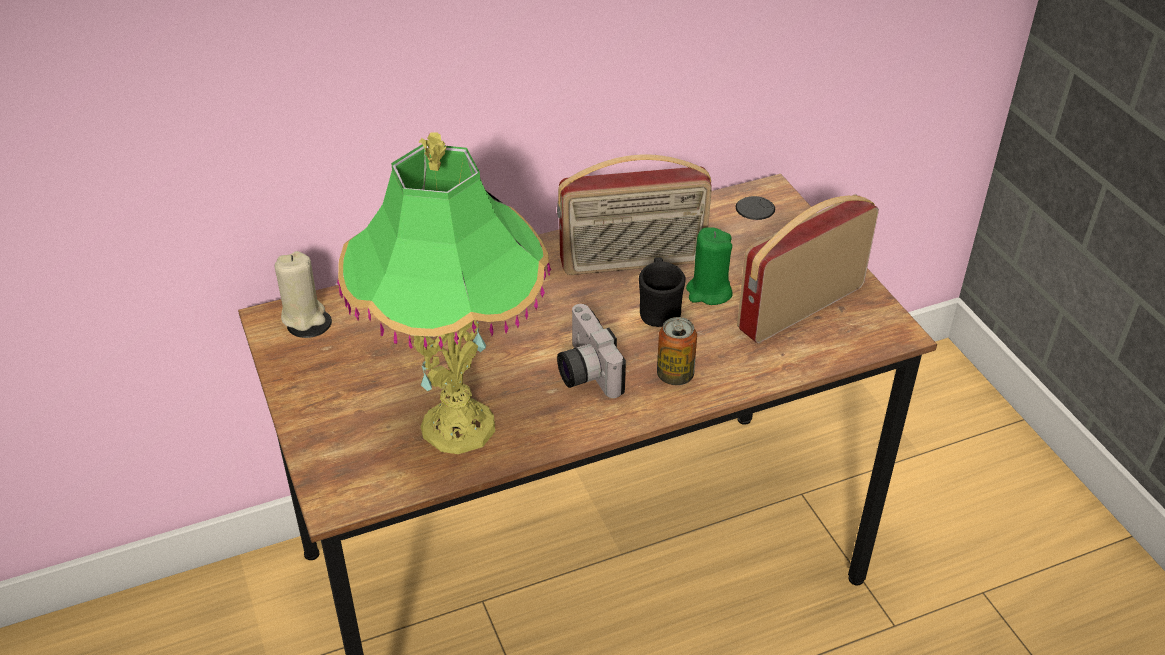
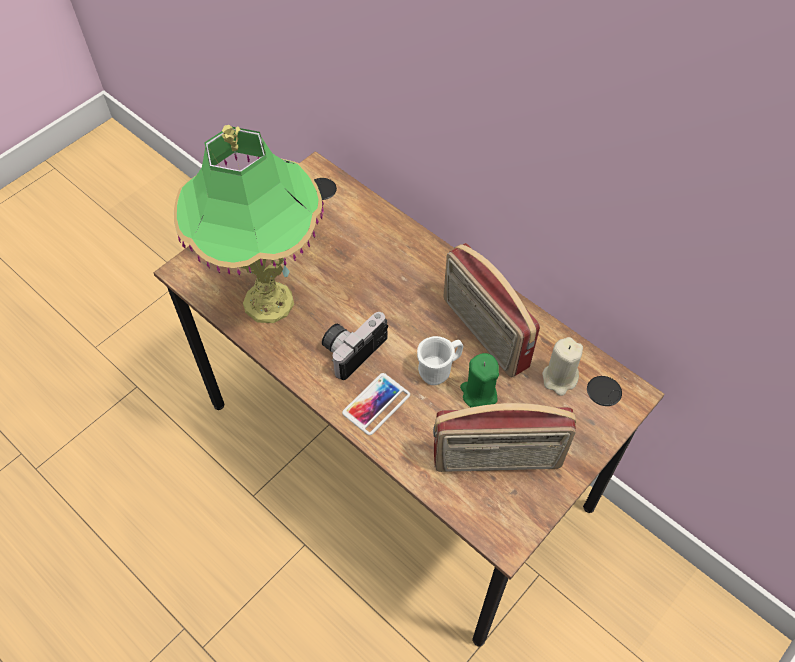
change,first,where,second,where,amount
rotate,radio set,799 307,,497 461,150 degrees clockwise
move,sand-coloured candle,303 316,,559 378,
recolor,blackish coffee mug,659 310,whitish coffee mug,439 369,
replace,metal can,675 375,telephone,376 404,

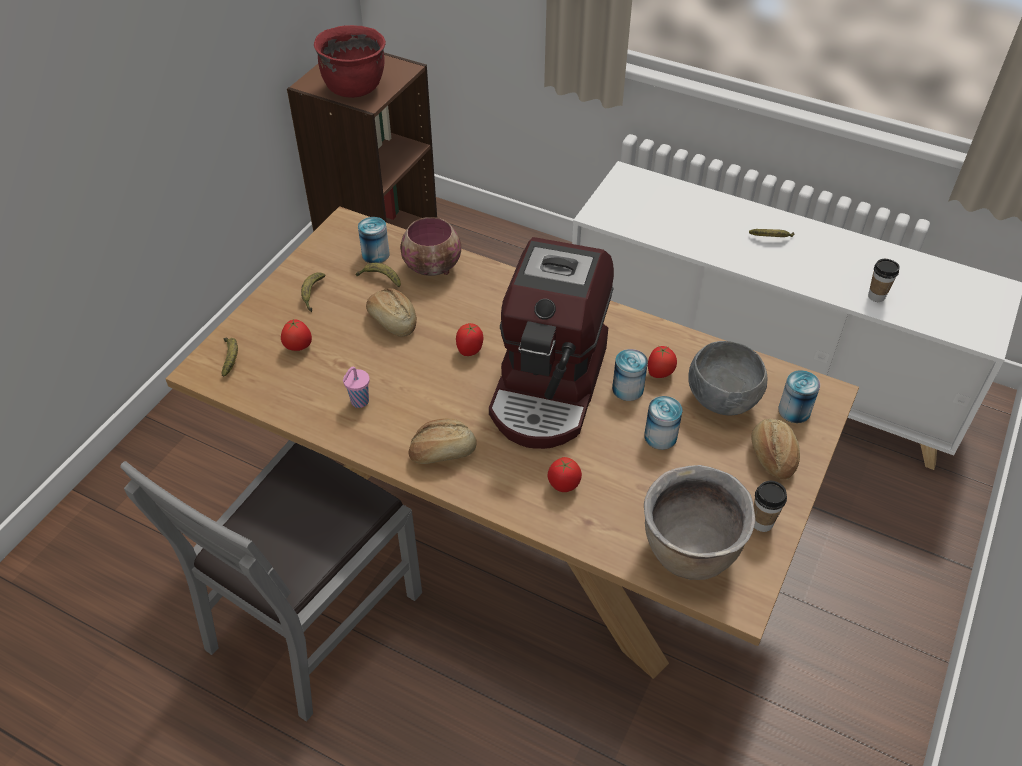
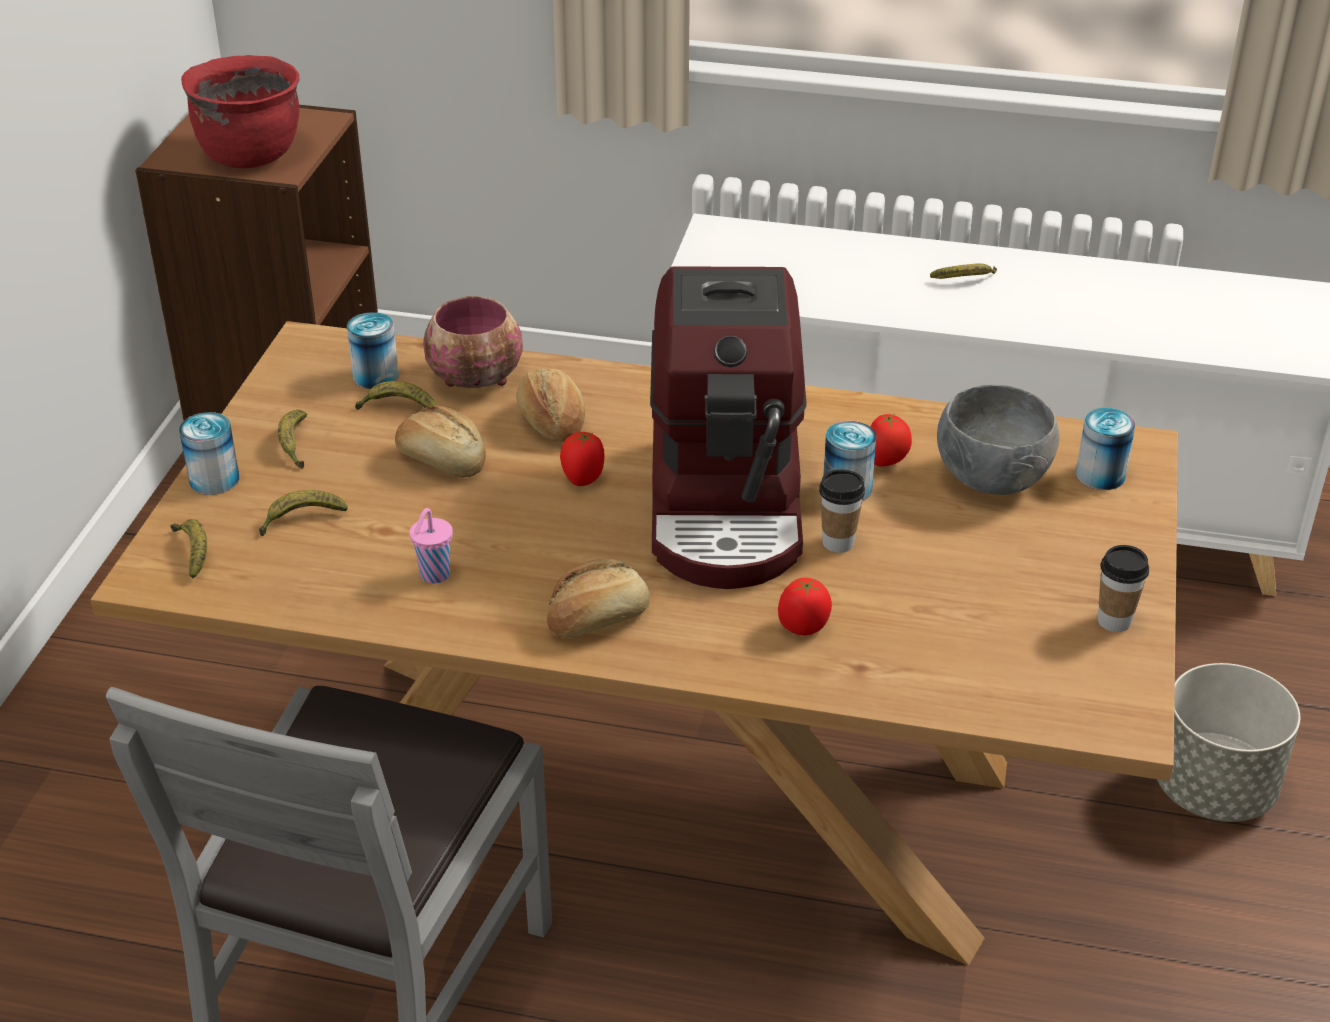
change,first,where,second,where,amount
move,cup,876 296,,838 543,
replace,fresh tomato,298 347,banana,301 519,
move,metal can,660 436,,214 479,
move,baked bread,771 456,,551 422,
delete,brownish saucepot,689 553,,,
insert,,,greyish planter,1214 790,

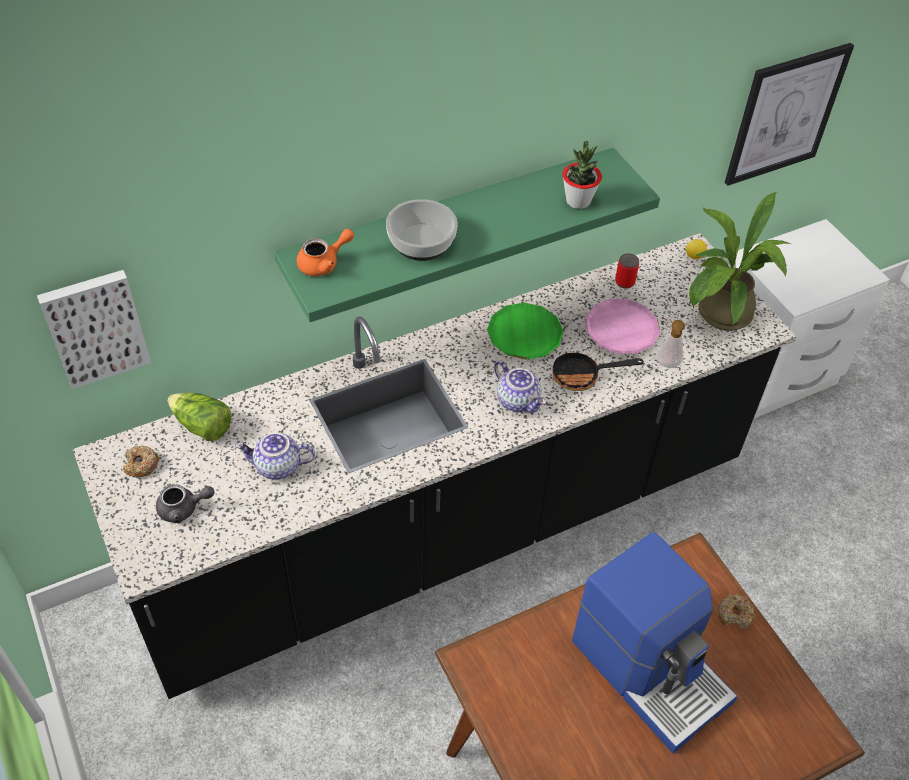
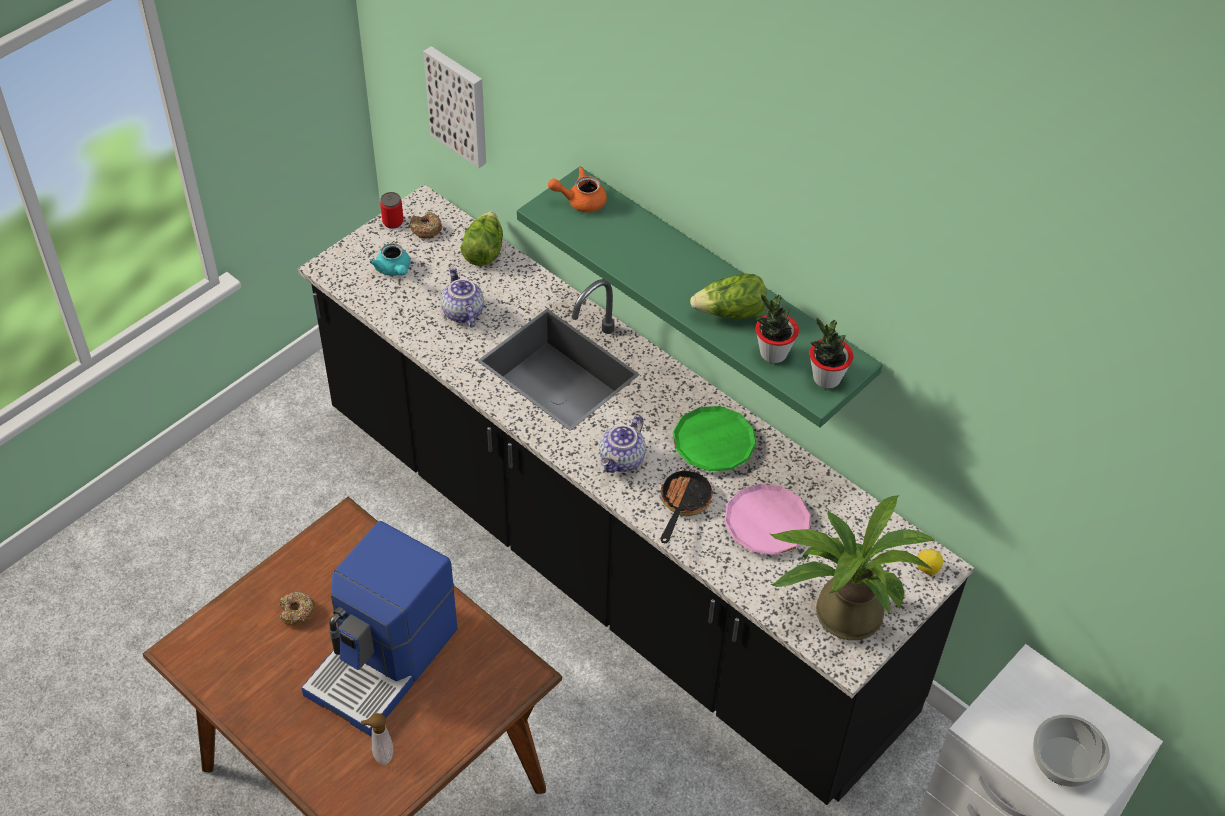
change,first,where,second,where,amount
delete,wall picture,785 114,,,
move,bowl,421 243,,1064 761,
rotate,orangey teapot,324 263,,580 201,135 degrees clockwise
move,metal can,624 282,,393 222,
move,liquid soap bottle,667 365,,381 755,
rotate,frying pan,583 376,,682 504,45 degrees clockwise
recolor,greyish teapot,183 509,blue-green teapot,394 270,
move,donut,734 614,,297 612,
insert,,,lettuce,731 313,
insert,,,houseplant,826 378,

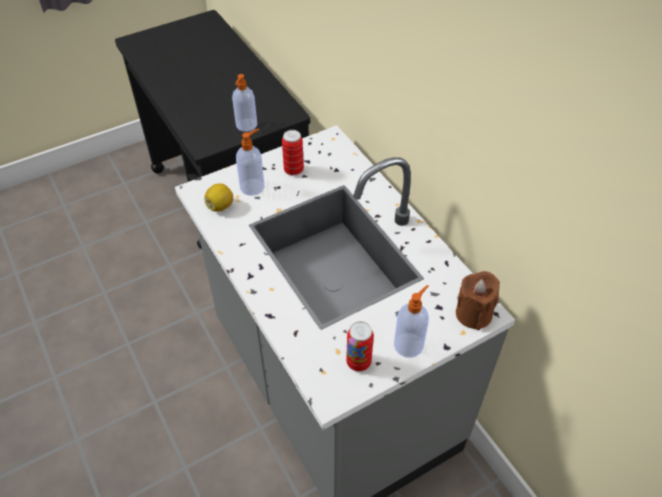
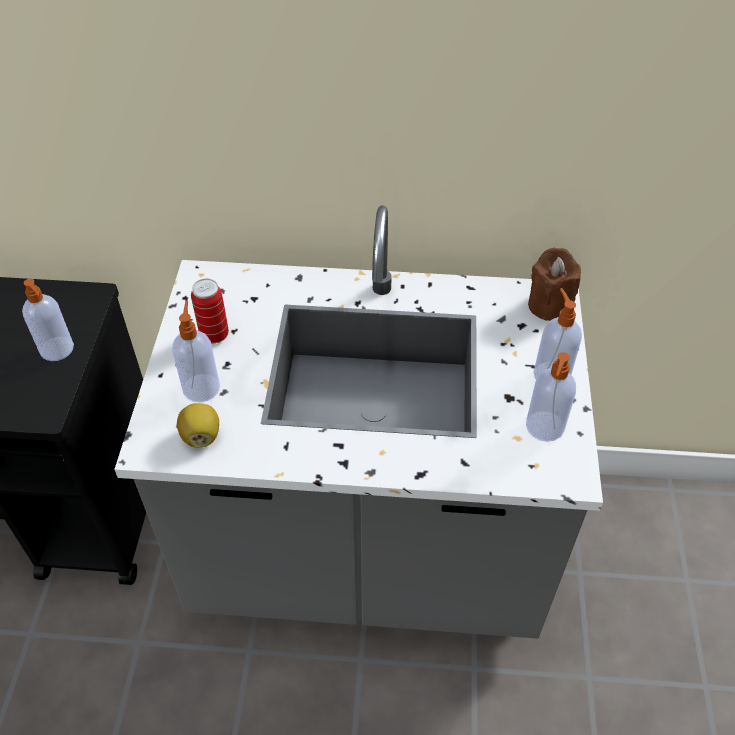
change,first,where,second,where,amount
replace,metal can,358 362,liquid soap bottle,544 427,

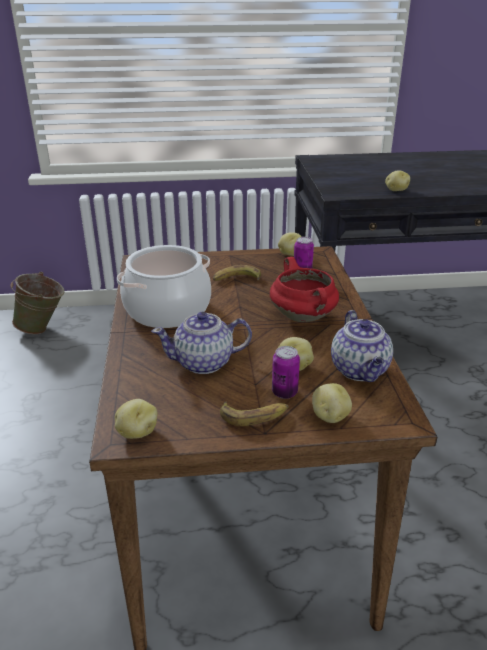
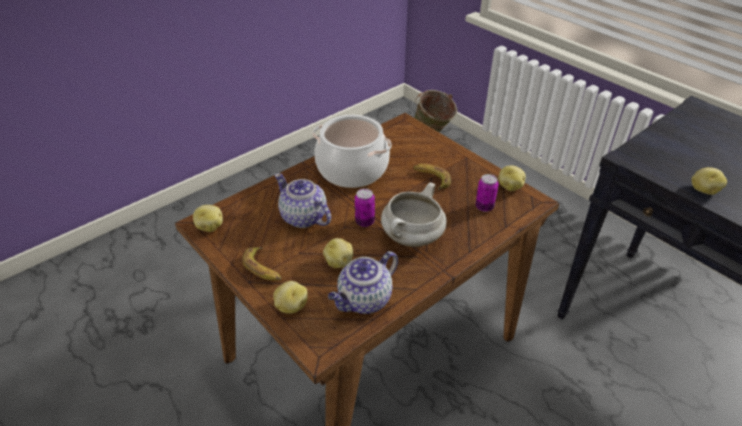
change,first,where,second,where,amount
recolor,red-coloured saucepot,304 317,whitish saucepot,412 238,
move,metal can,284 392,,364 222,

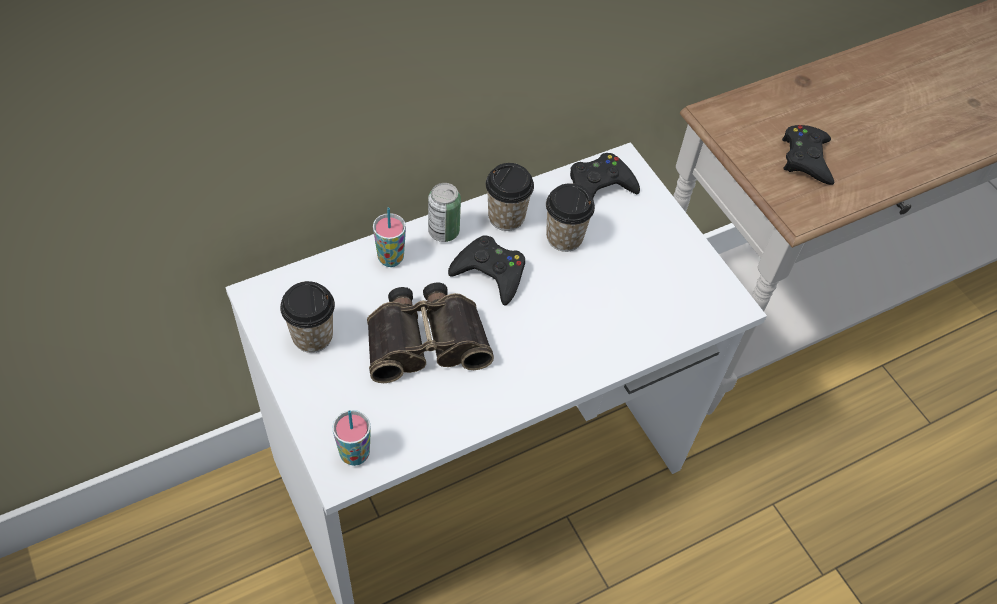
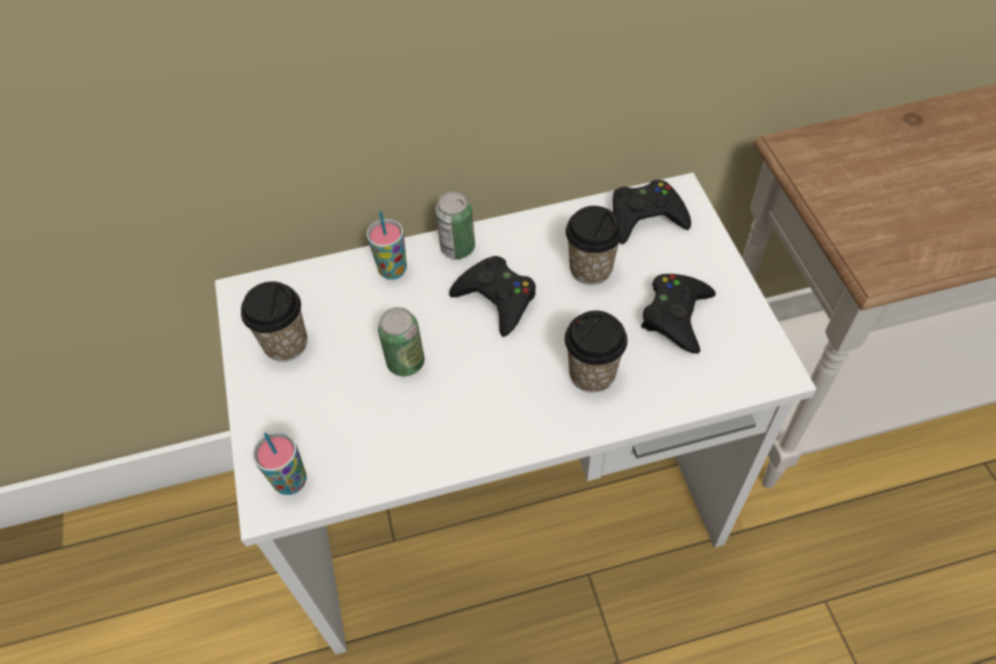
change,first,where,second,where,amount
move,blackish gamepad,806 159,,676 316,
move,cup,506 217,,592 374,
replace,binoculars,426 339,metal can,406 362,

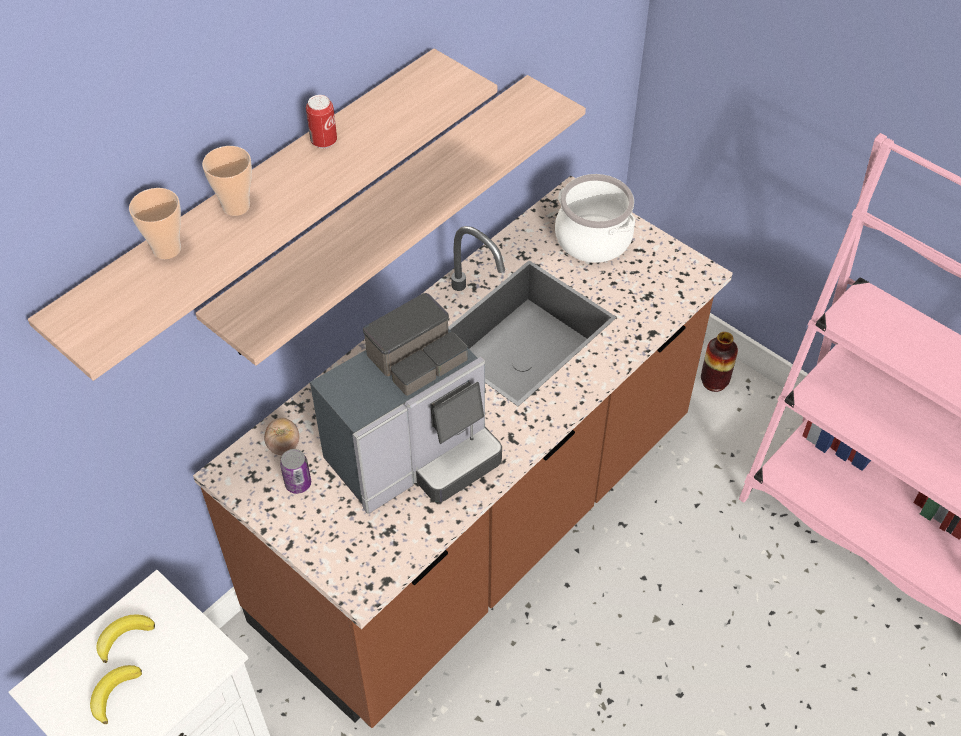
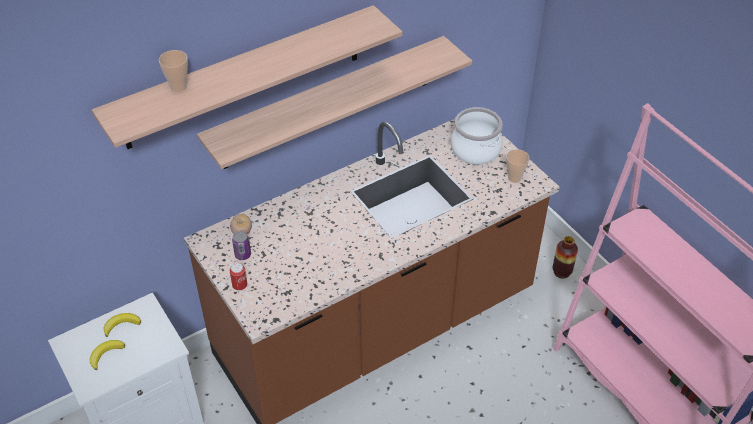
change,first,where,second,where,amount
move,metal can,324 141,,240 286,
move,cup,236 206,,514 178,
delete,coffee brewer,415 455,,,

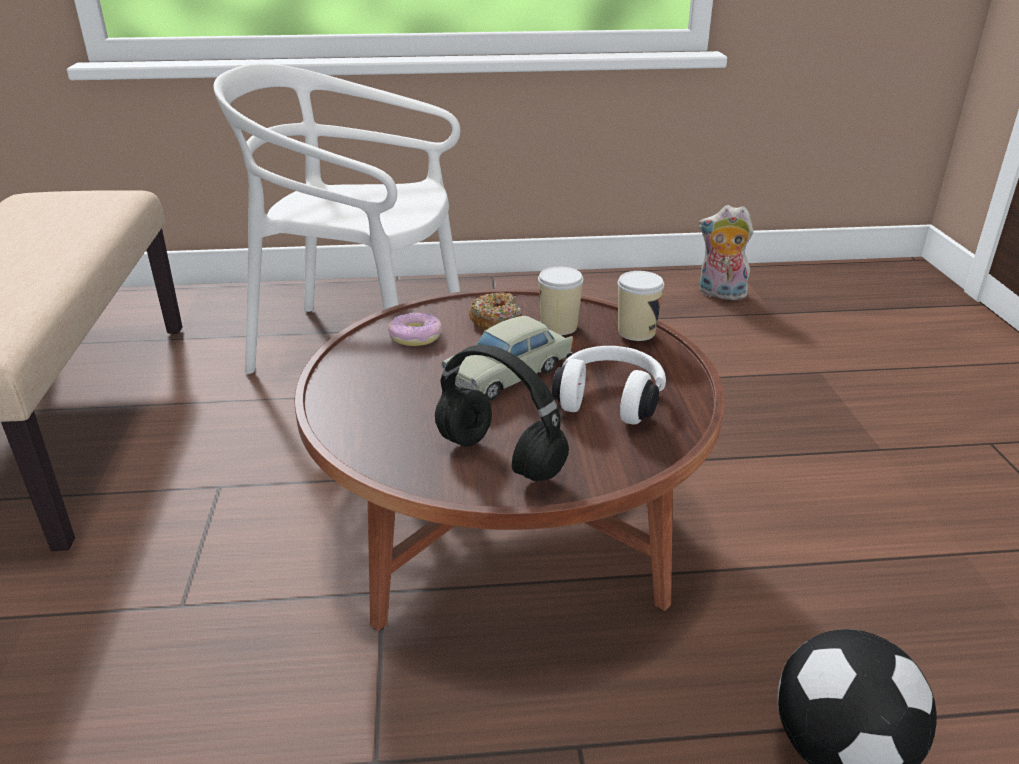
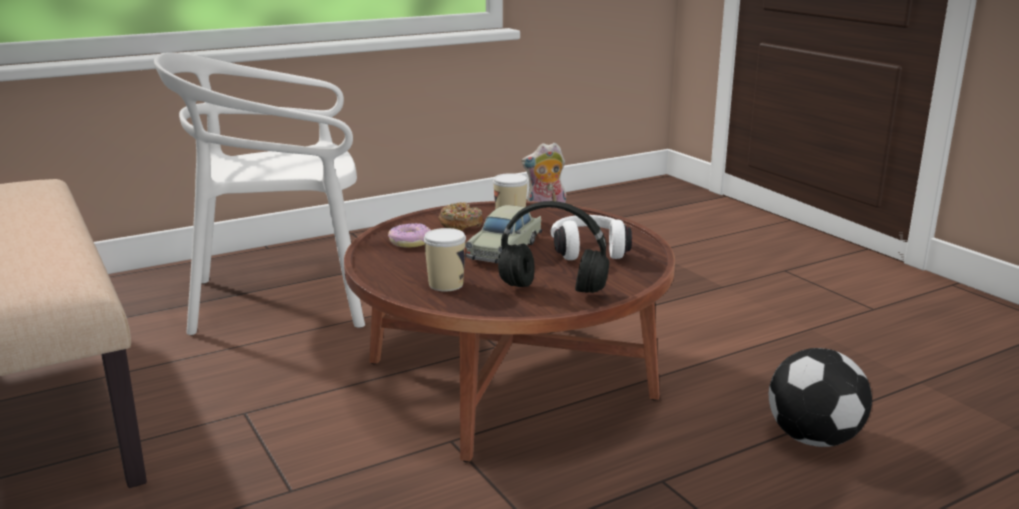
change,first,where,second,where,amount
move,cup,636 332,,446 284,

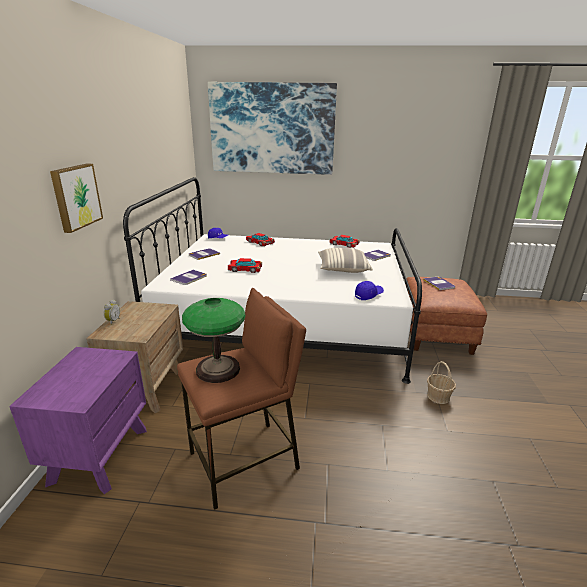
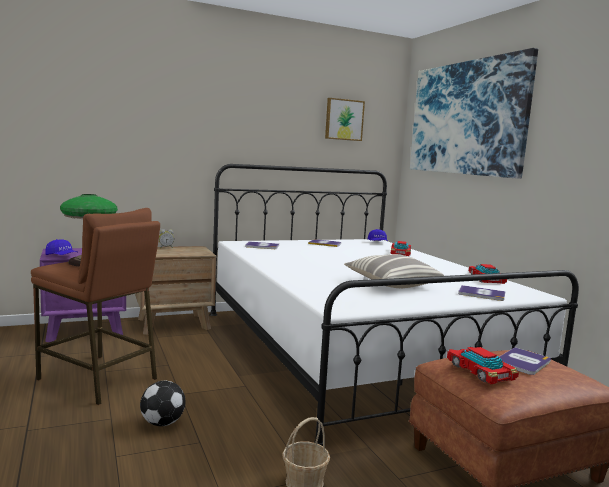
change,first,where,second,where,amount
move,wall picture,75 196,,343 119,
move,model car,245 269,,480 371,
move,blue baseball cap,368 295,,62 256,
insert,,,football,163 423,

